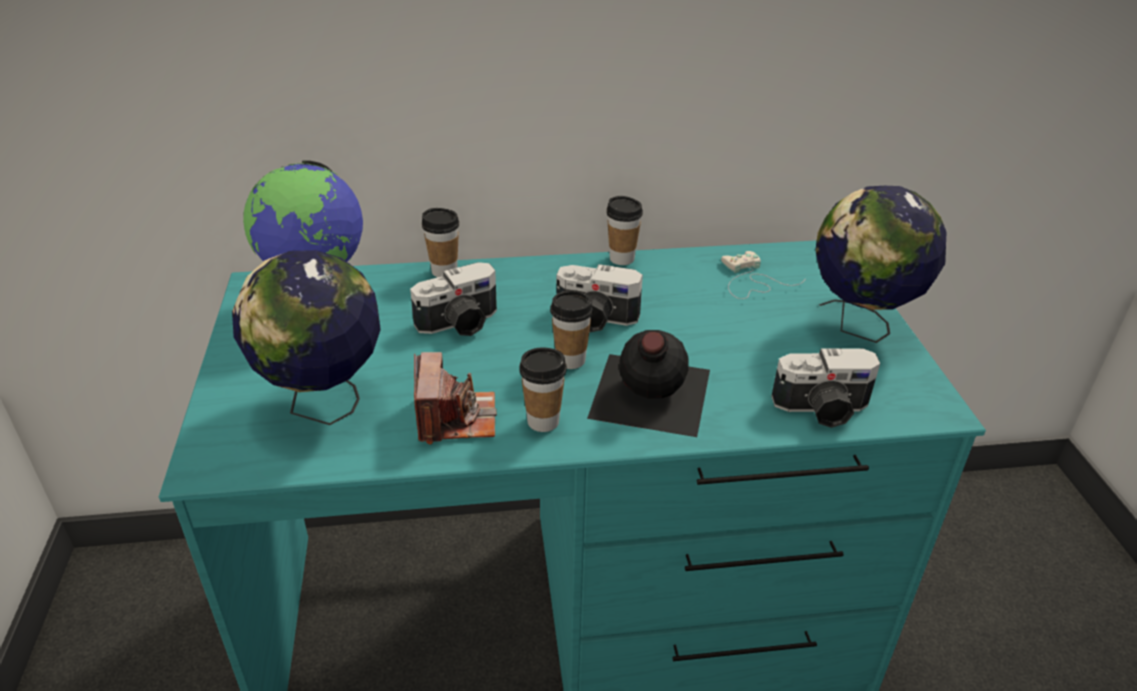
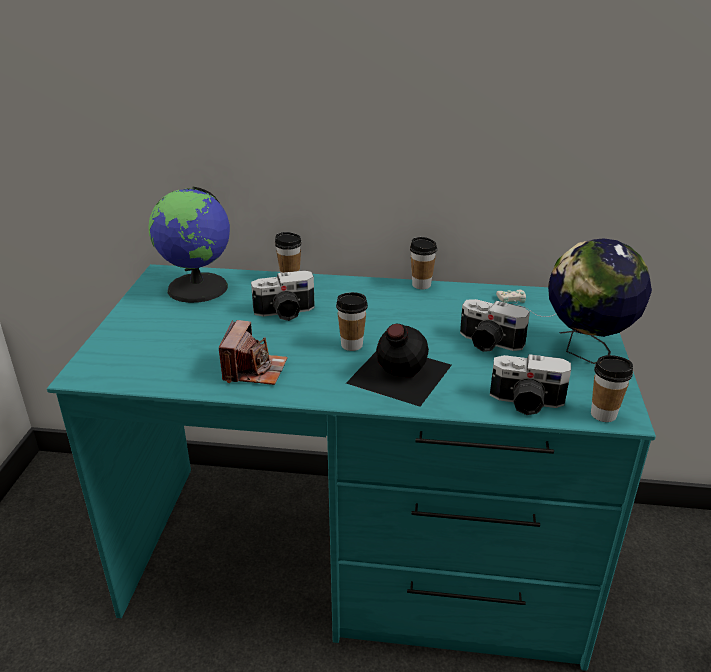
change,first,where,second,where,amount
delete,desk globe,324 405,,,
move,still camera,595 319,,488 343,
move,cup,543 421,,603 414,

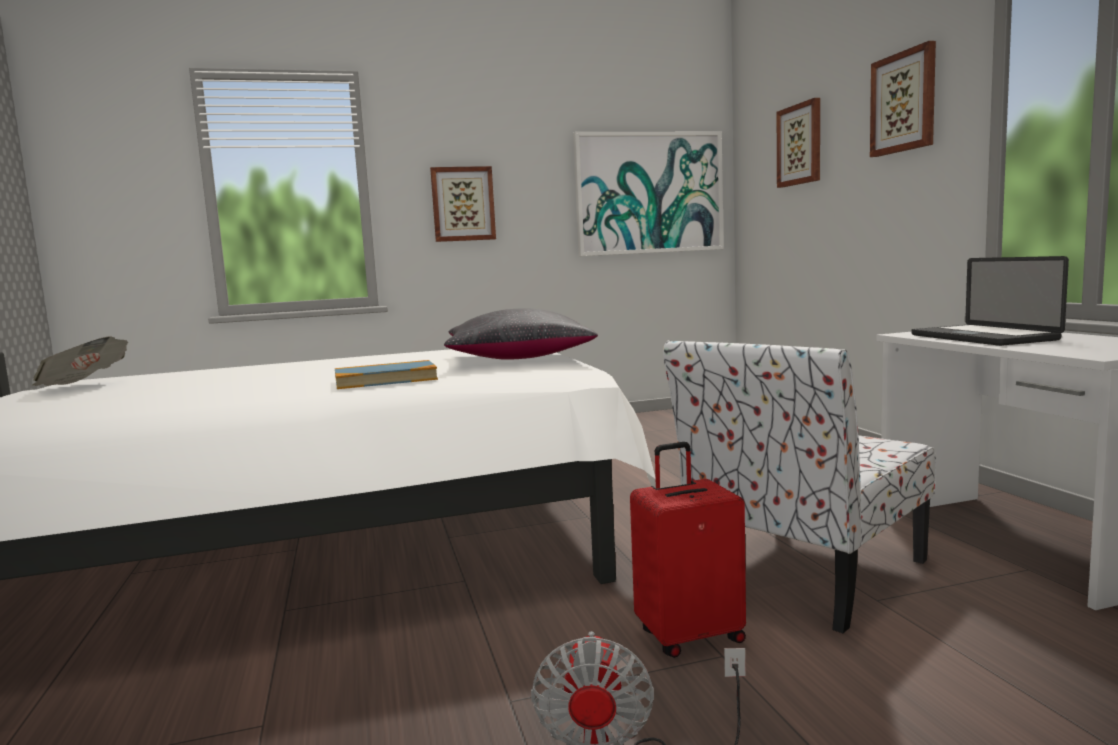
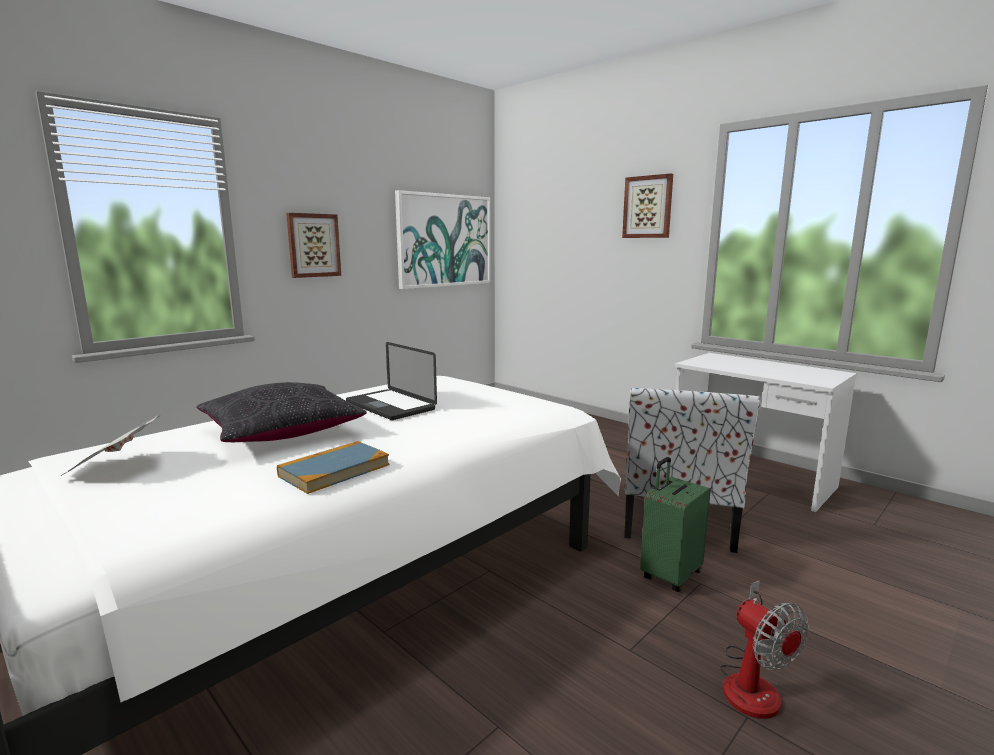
change,first,where,second,where,amount
delete,wall picture,800 144,,,
move,portable computer,982 337,,390 406,
move,blackish pillow,519 358,,282 432,
move,bound book,385 380,,334 470,
recolor,red-coloured piece of luggage,689 636,greenish piece of luggage,670 575,

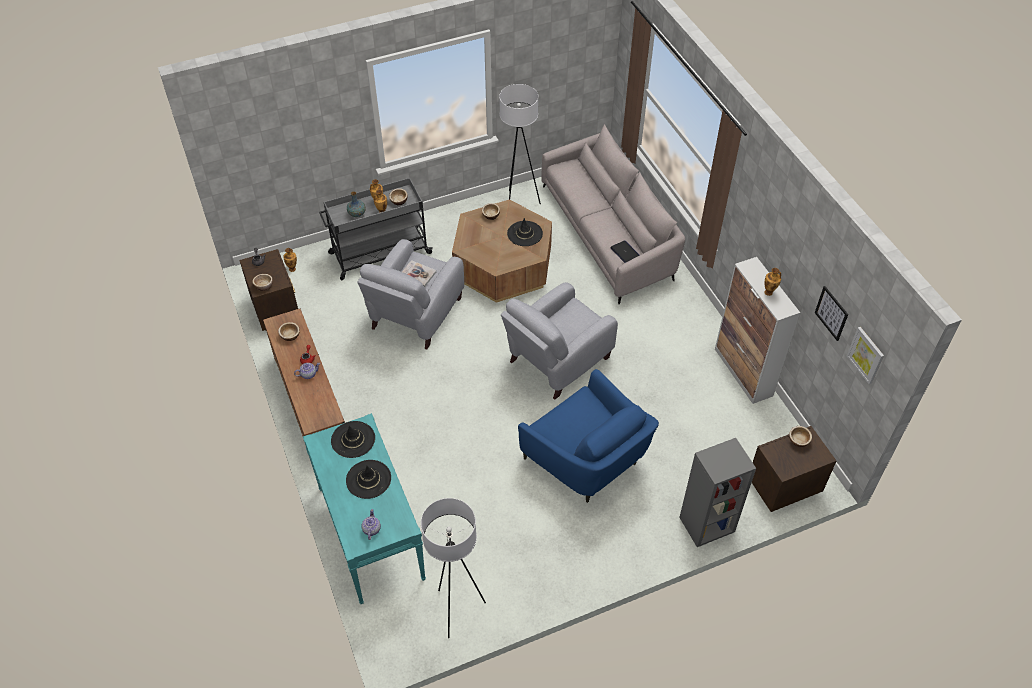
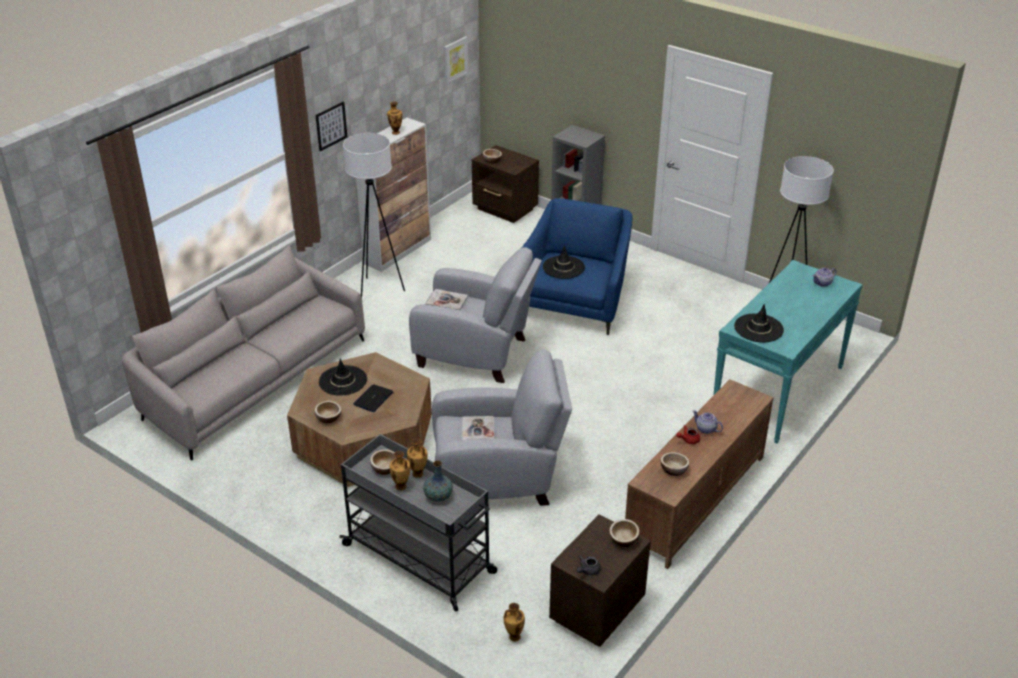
change,first,where,second,where,amount
move,whitish standard lamp,518 204,,378 290,
move,portable computer,625 252,,373 399,
move,wall picture,831 313,,331 126,
move,blackish hat,368 479,,563 267,
insert,,,bound book,447 302,

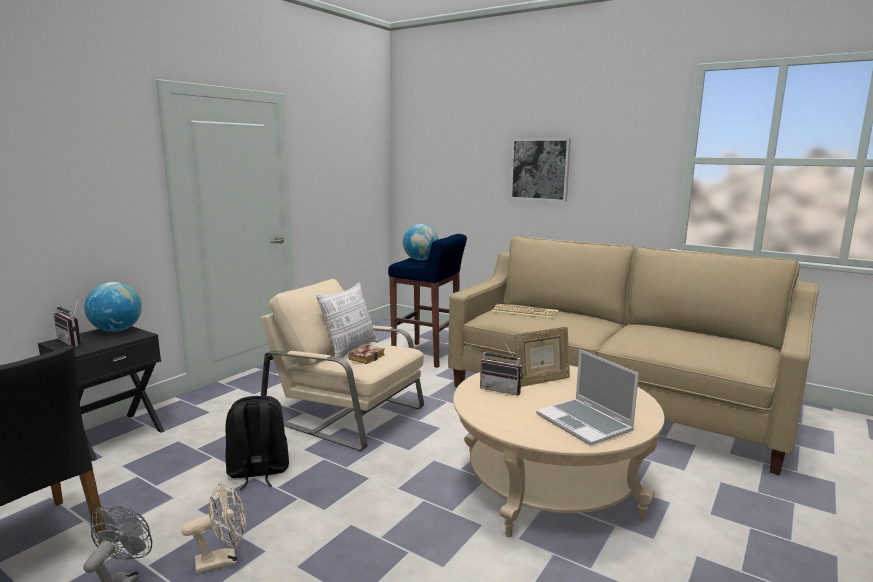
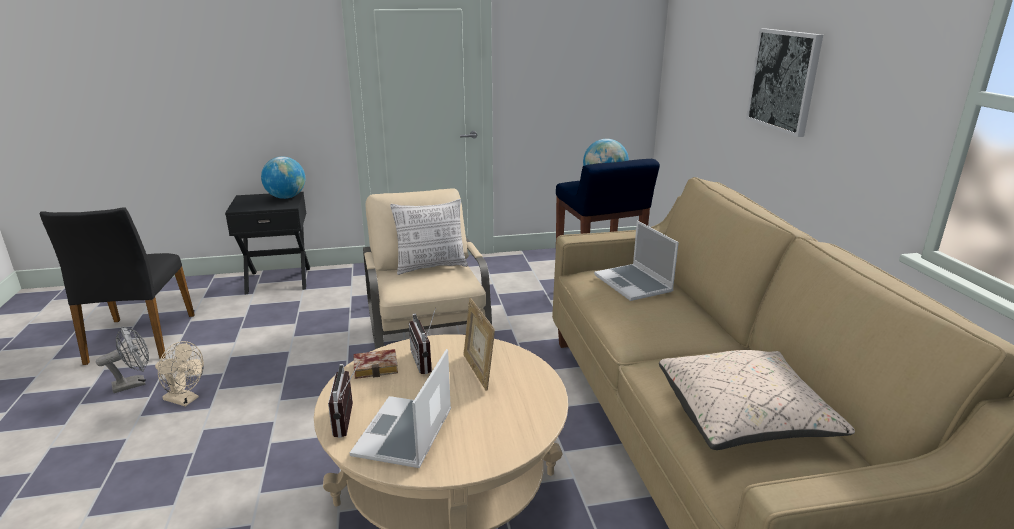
change,first,where,second,where,amount
move,radio set,74 341,,350 420,
replace,keyboard,525 312,portable computer,634 284,
rotate,photo frame,541 382,,478 371,45 degrees clockwise
move,bound book,367 357,,377 367,
delete,blackish rucksack,258 472,,,
insert,,,sand-coloured pillow,743 418,

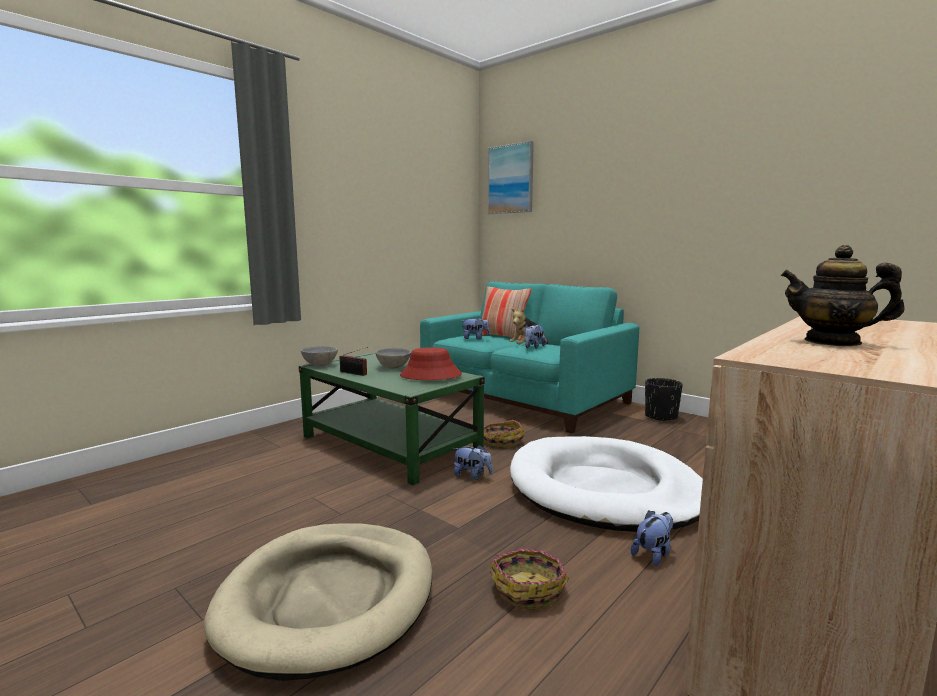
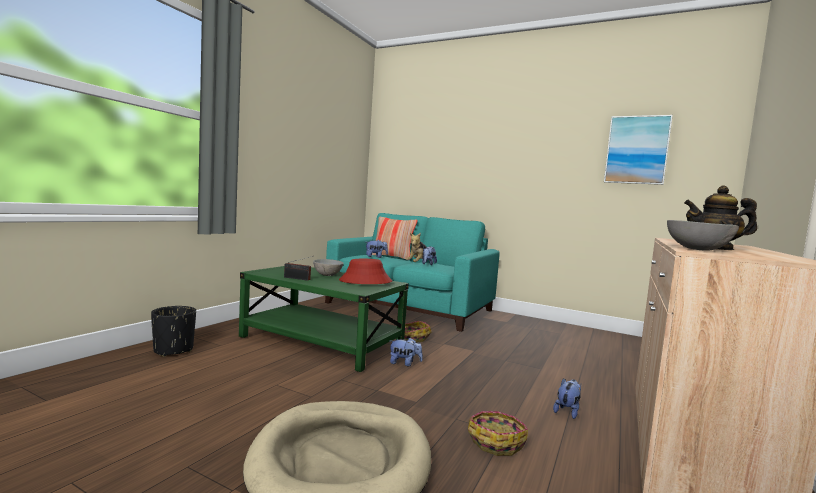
change,first,where,second,where,amount
move,wall picture,511 179,,636 150,
move,greyish bowl,320 364,,696 249,
move,blackish planter,661 417,,173 350,
delete,whitish dog cushion,604 489,,,

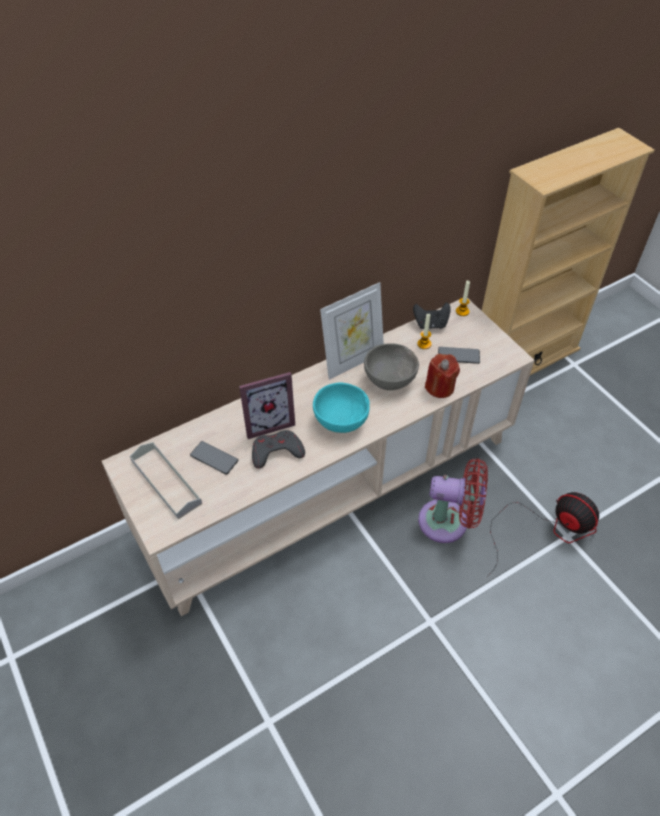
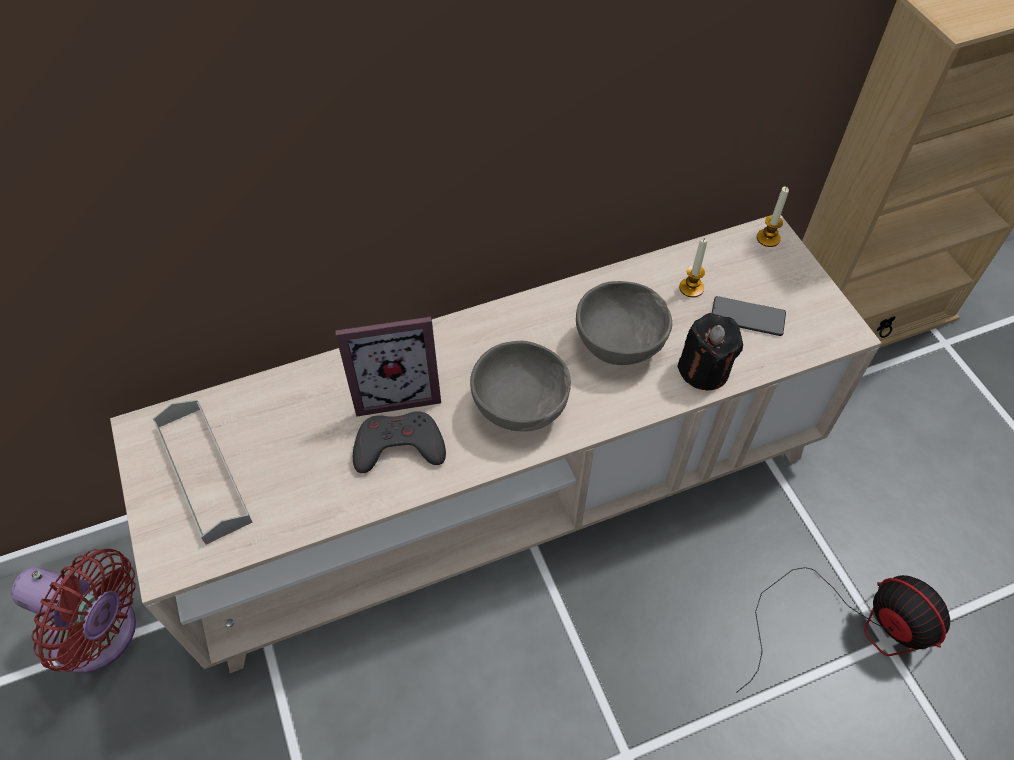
change,first,where,second,where,amount
delete,photo frame,352 361,,,
delete,blackish gamepad,430 324,,,
recolor,red-coloured candle,440 387,blackish candle,704 370,
recolor,blue-green bowl,341 422,greyish bowl,520 409,
delete,telephone,214 458,,,
move,red-coloured cooling fan,449 522,,102 635,

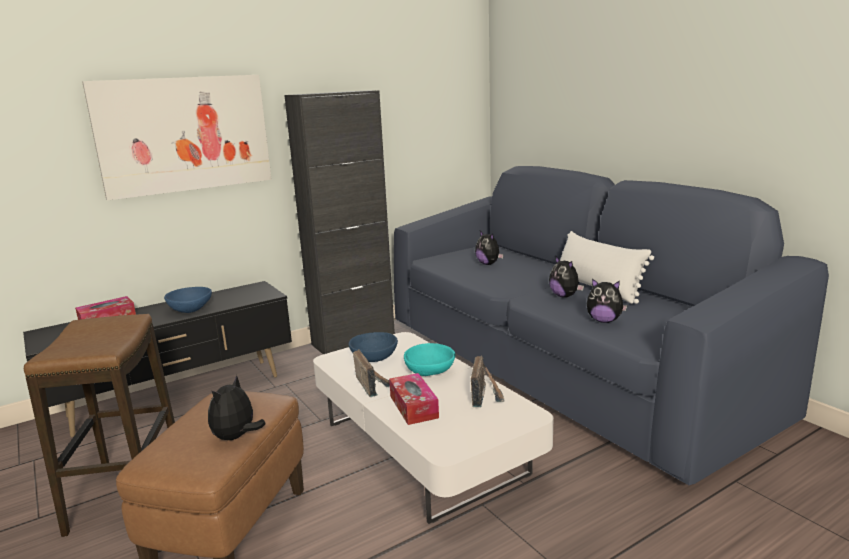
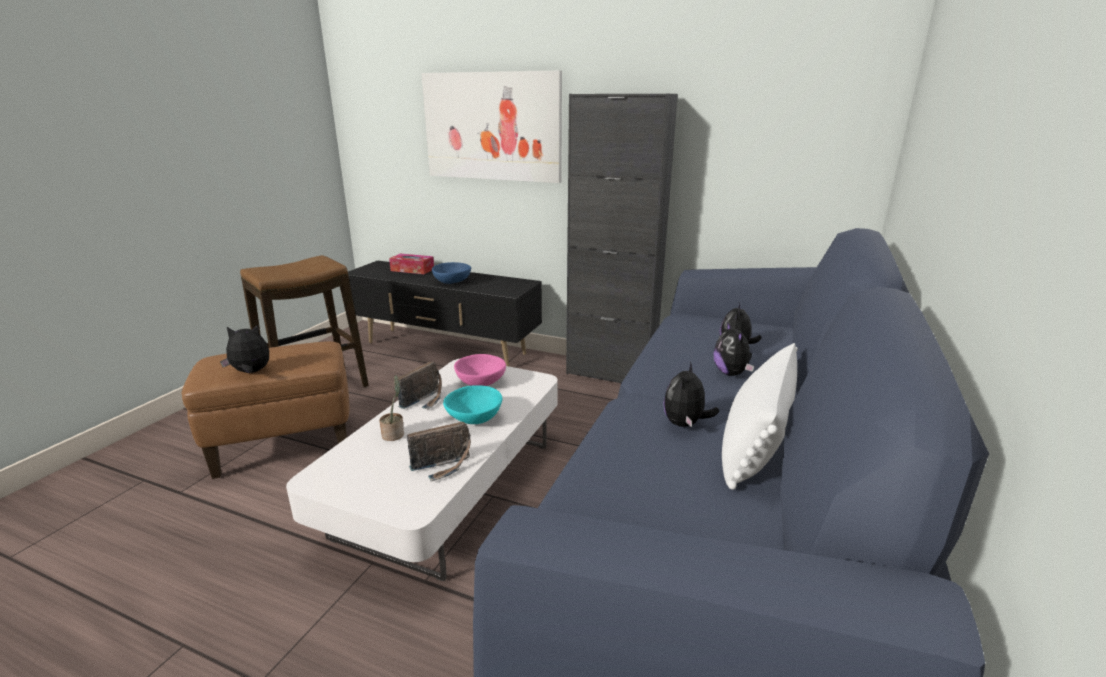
change,first,where,second,where,amount
move,plush toy,604 321,,731 373,
recolor,blue bowl,374 358,pinkish bowl,481 382,
replace,tissue holder,413 407,houseplant,394 434,

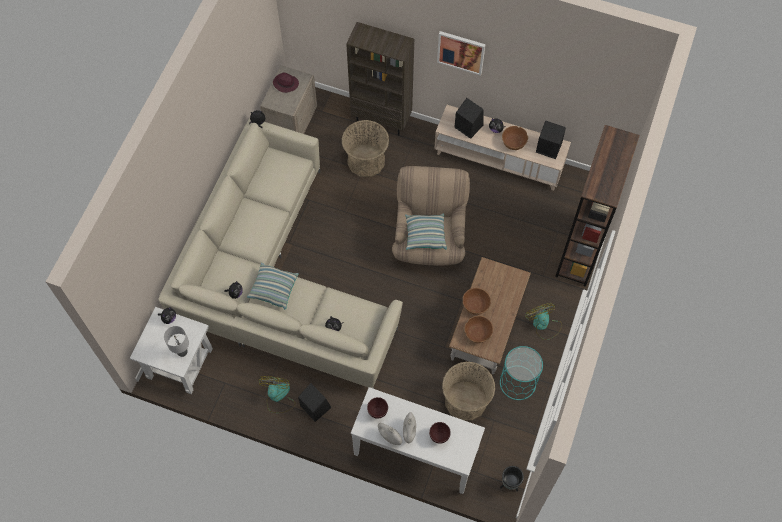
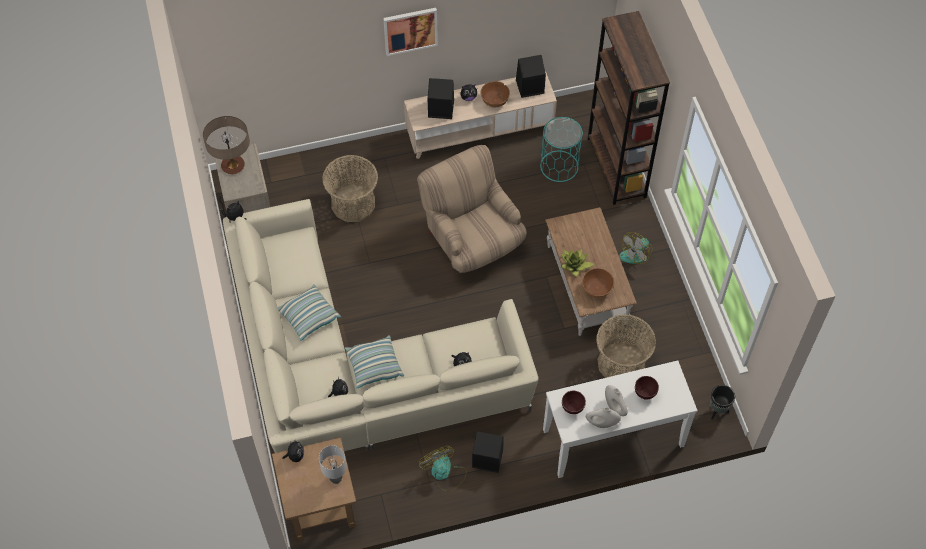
change,first,where,second,where,amount
delete,brownish bookshelf,382 120,,,
replace,purple-coloured hat,285 83,tabletop lamp,233 166,
move,pillow,425 235,,309 317,
replace,brownish bowl,475 305,houseplant,575 265,
rotate,cooling fan,543 325,,636 253,75 degrees counterclockwise
recolor,whitish end table,179 362,brownish end table,319 504,
move,blue-green end table,518 383,,559 166,

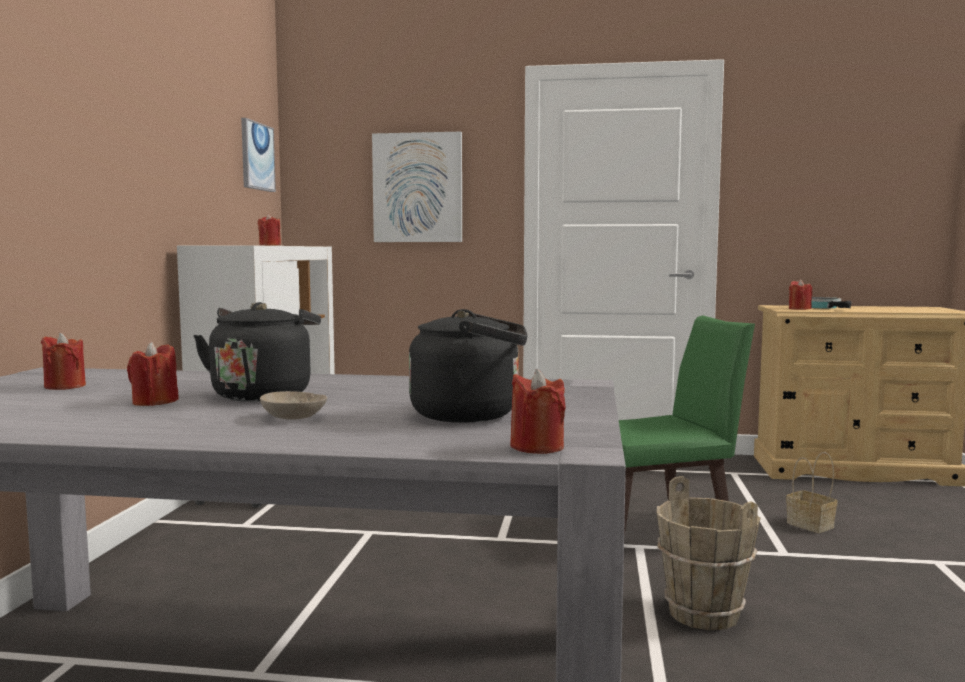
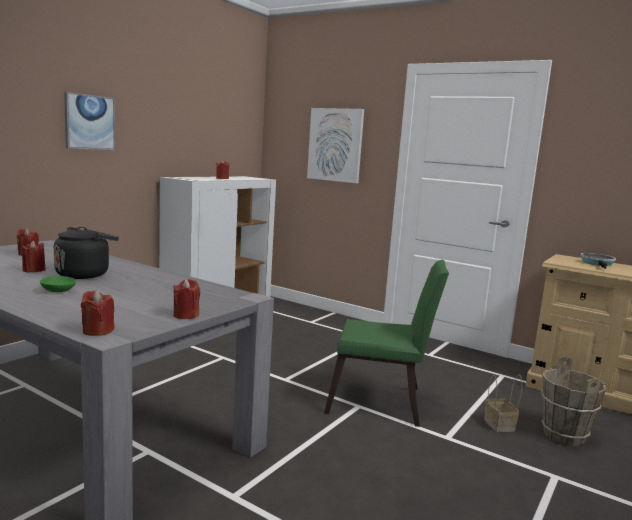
change,first,where,second,where,amount
move,wall picture,257 156,,89 122,
move,red-coloured candle,799 309,,186 315,
delete,blackish water kettle,472 415,,,
recolor,sand-coloured bowl,291 418,greenish bowl,57 290,
move,brownish pail,703 614,,563 435,

